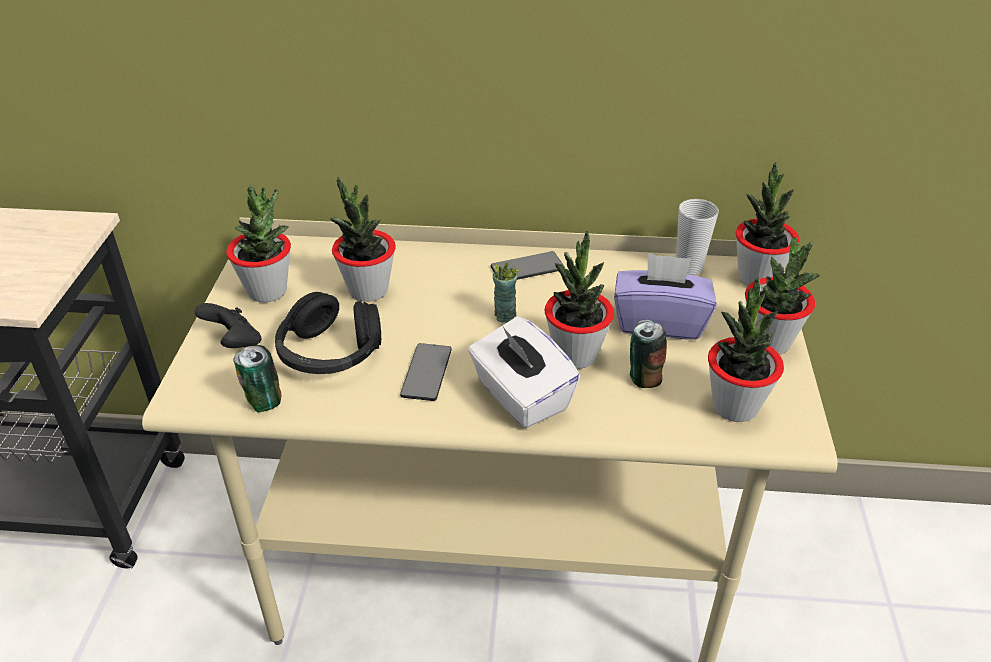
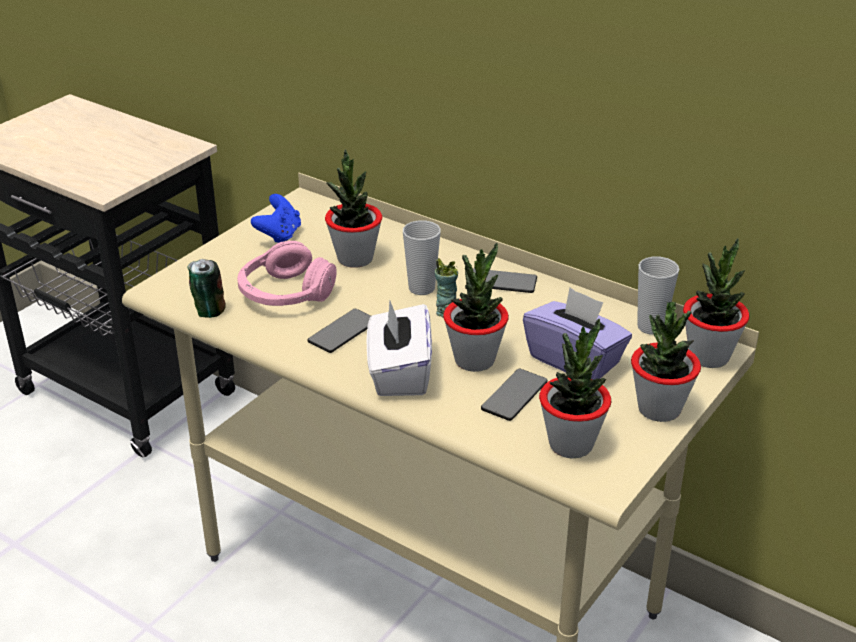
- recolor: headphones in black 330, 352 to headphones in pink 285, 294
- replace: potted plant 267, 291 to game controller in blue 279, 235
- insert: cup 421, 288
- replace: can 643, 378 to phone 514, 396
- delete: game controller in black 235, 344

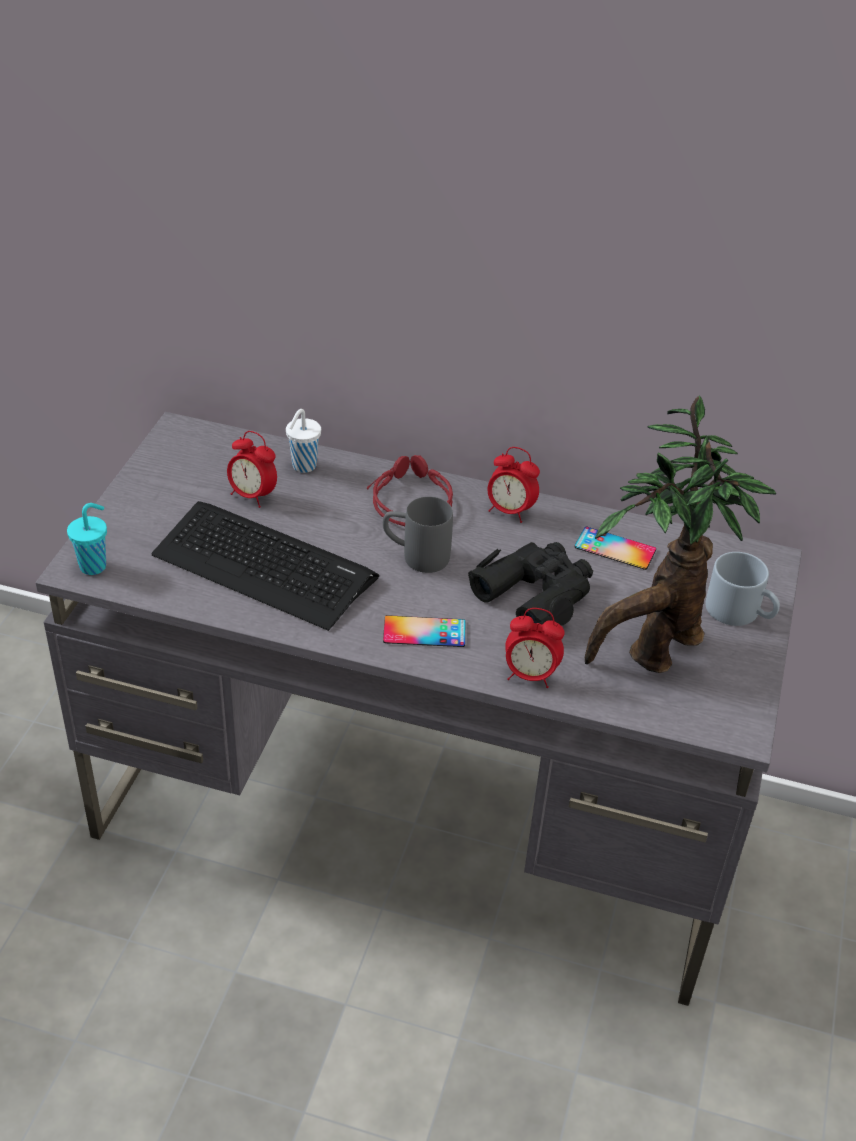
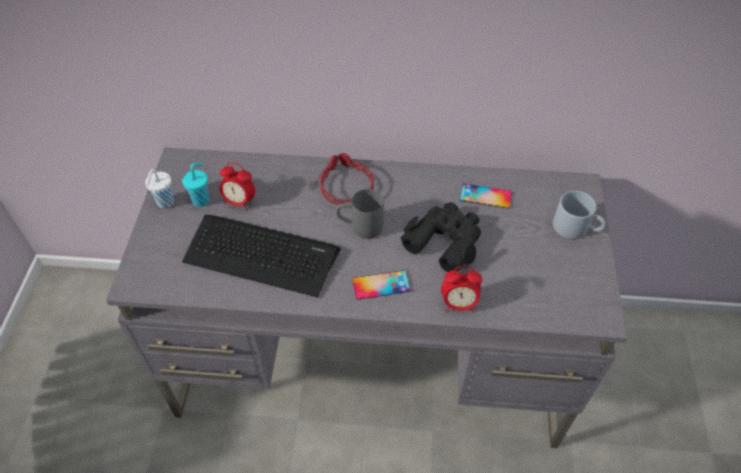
- move: cup in white 303, 466 to 165, 203
- move: cup in turquoise 94, 565 to 202, 200
- delete: alarm clock 509, 511
- delete: potted plant 653, 650

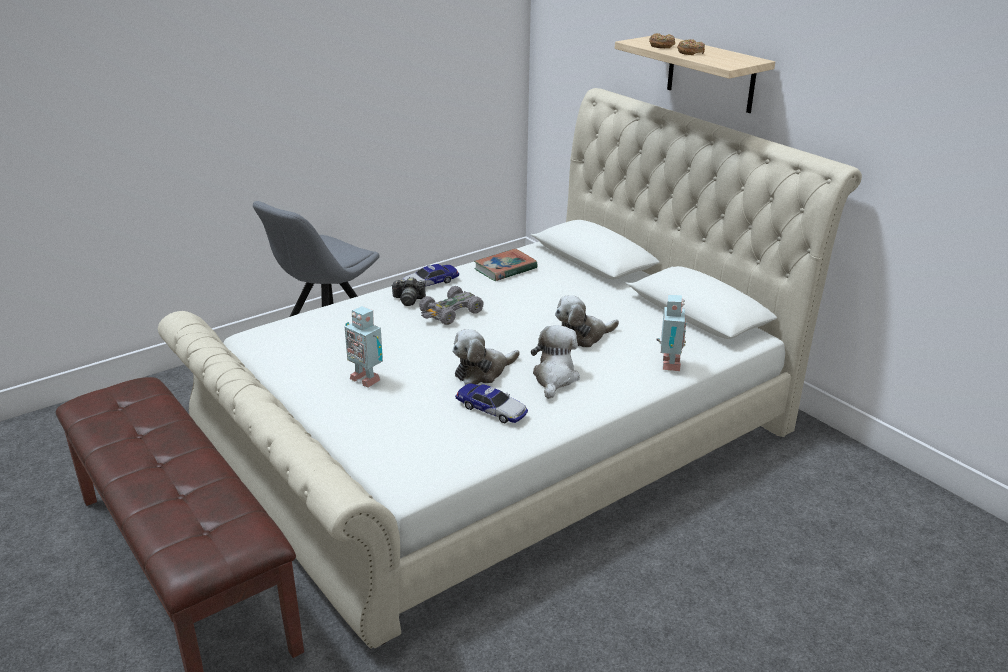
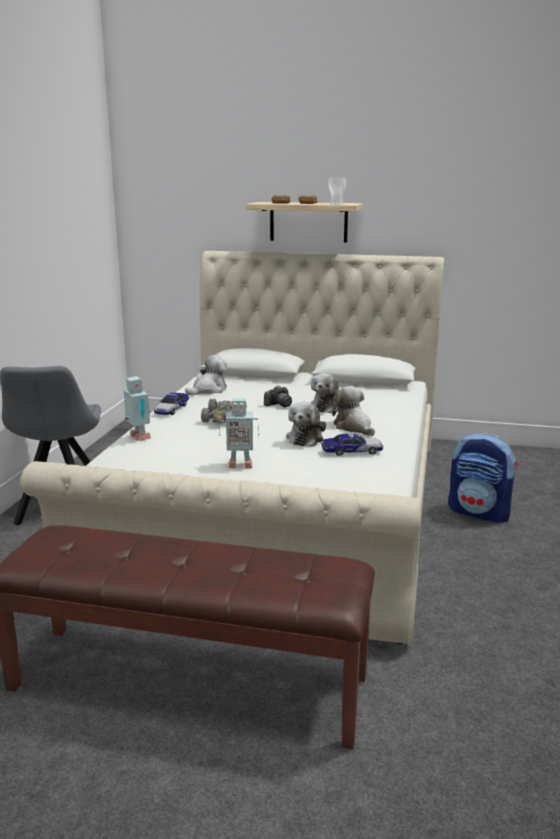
- move: toy robot 668, 365 to 138, 438
- replace: book 505, 269 to plush toy 208, 390
- move: photo camera 408, 300 to 279, 405
- insert: cup 336, 204
- insert: backpack 480, 512

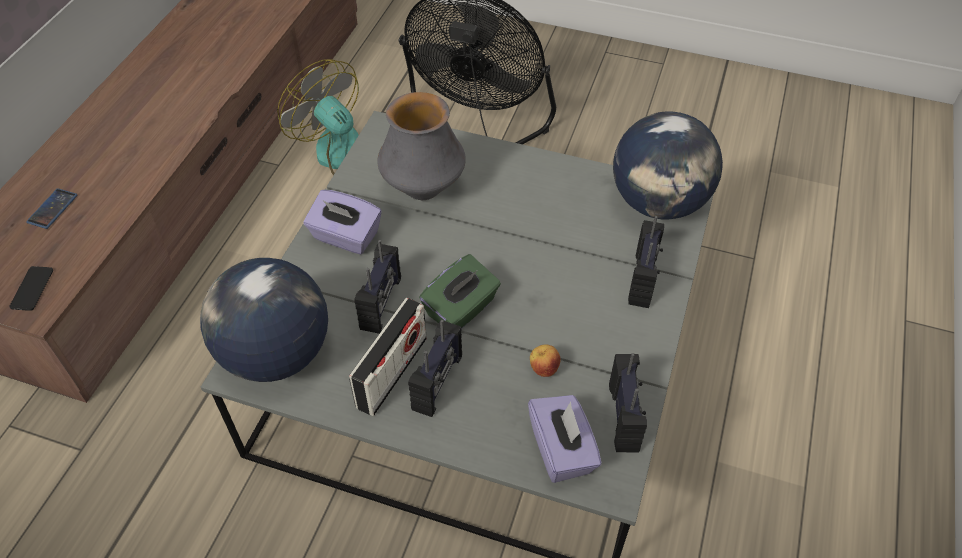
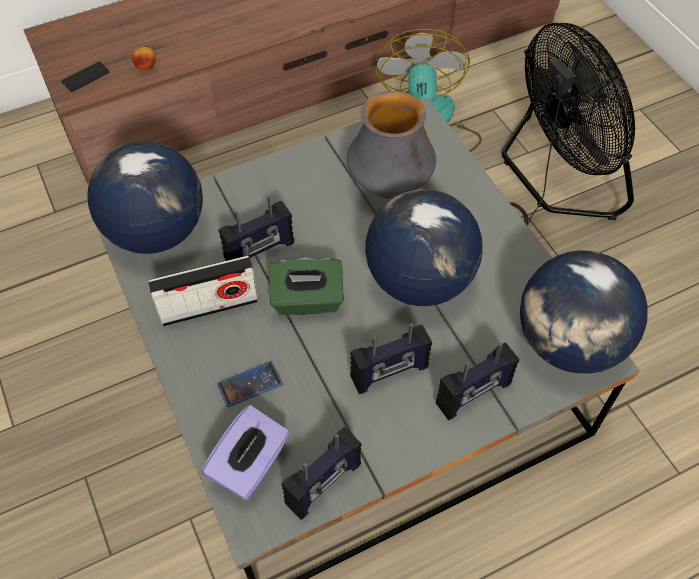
- move: apple 543, 369 to 146, 67
- move: phone 52, 209 to 250, 384
- move: radio 438, 383 to 389, 373
- insert: globe 419, 280
- delete: tissue box in purple 345, 237

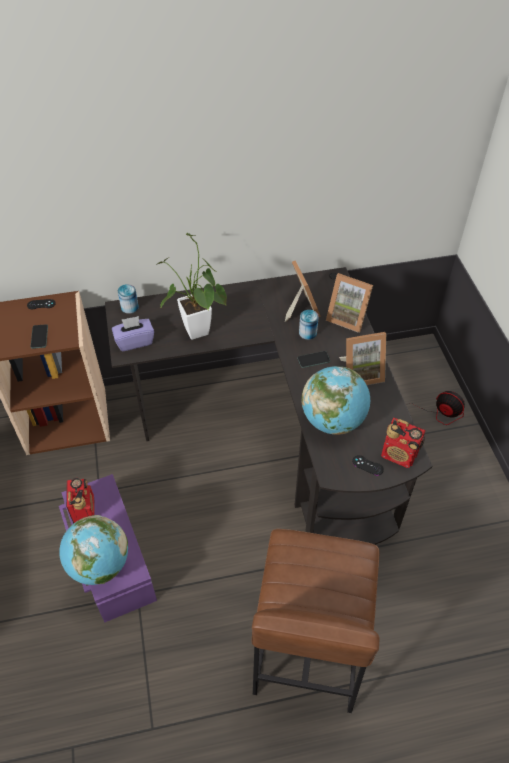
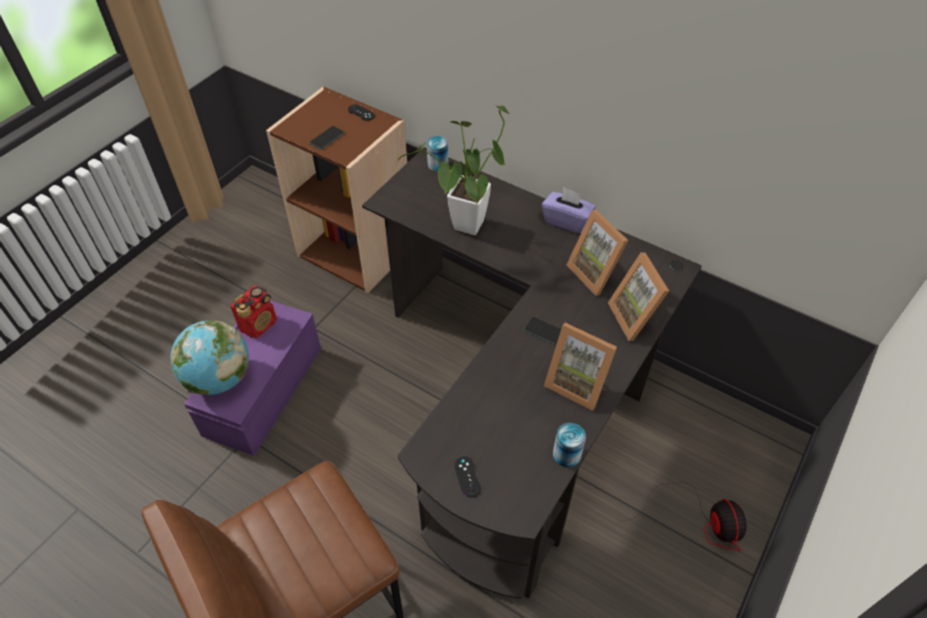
- move: tissue box in purple 134, 341 to 566, 221
- move: can 307, 333 to 567, 454
- rotate: picture frame 300, 308 = 596, 273 120 degrees clockwise
- delete: globe 333, 420
- delete: radio 399, 455

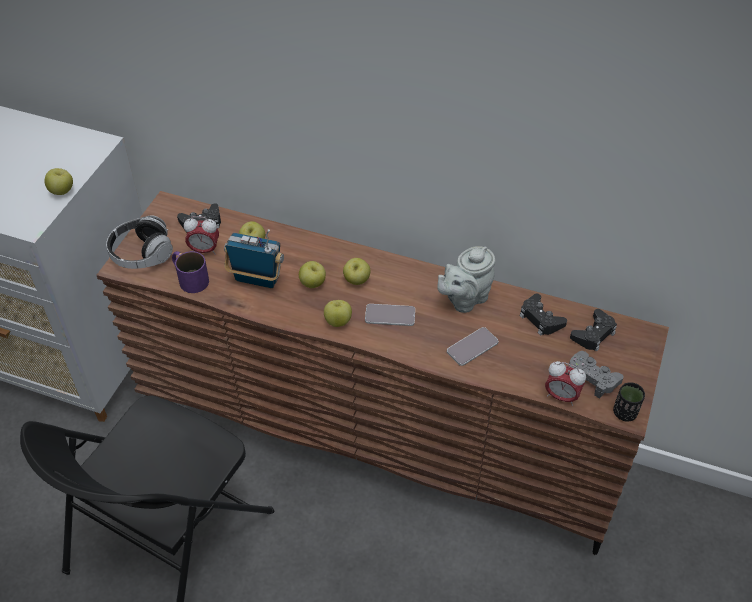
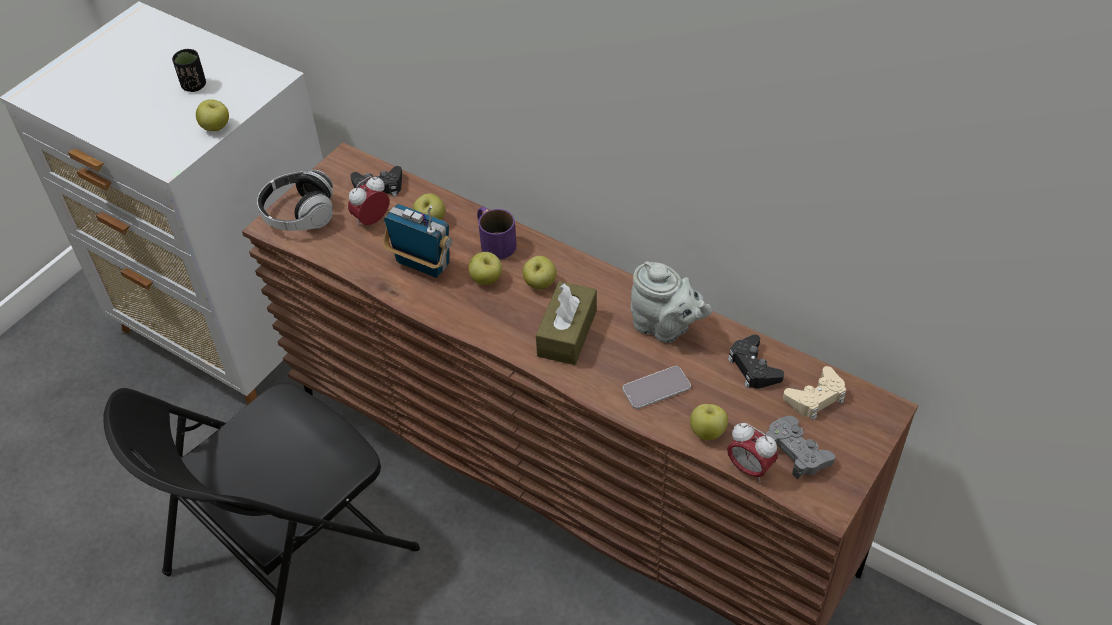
- move: cup in black 625, 413 to 194, 86
- rotate: alarm clock 204, 250 = 372, 220 120 degrees clockwise
- move: mug in purple 189, 278 to 493, 241
- replace: phone 390, 315 to tissue box in brown 567, 333
- rotate: teapot in grey 464, 299 = 665, 327 120 degrees counterclockwise
- move: apple 338, 321 to 707, 432
- recolor: game controller in black 593, 334 to game controller in beige 816, 398

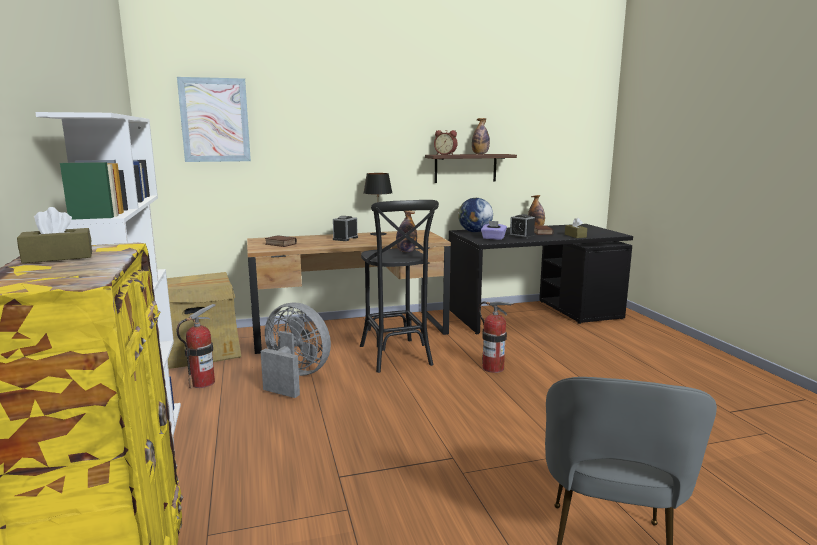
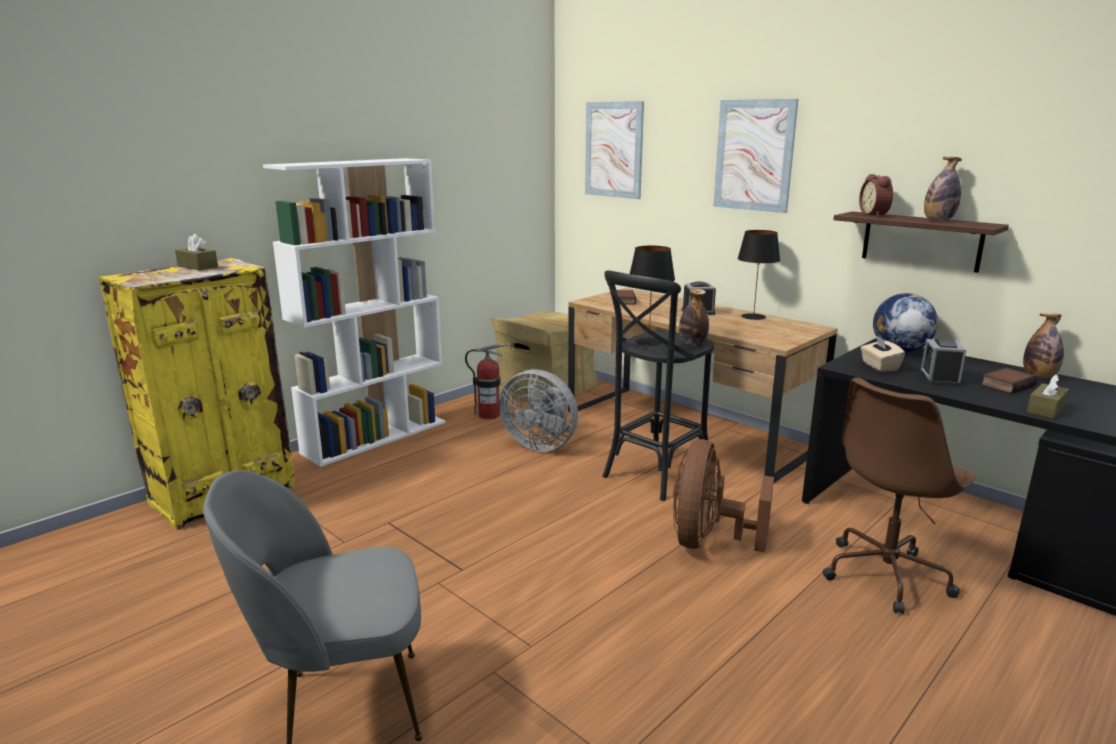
- rotate: fan in grey 294, 378 = 541, 444 120 degrees clockwise
- insert: table lamp in black 649, 342
- replace: fire extinguisher 493, 368 to fan in brown 708, 541
- insert: picture 754, 155
- insert: office chair in brown 883, 577
- recolor: tissue box in purple 493, 238 to tissue box in beige 879, 366

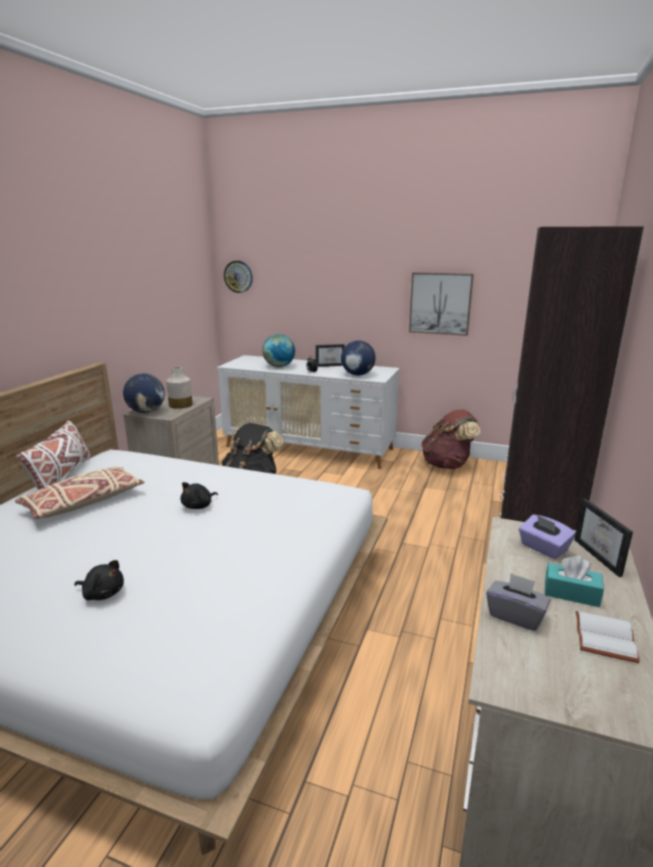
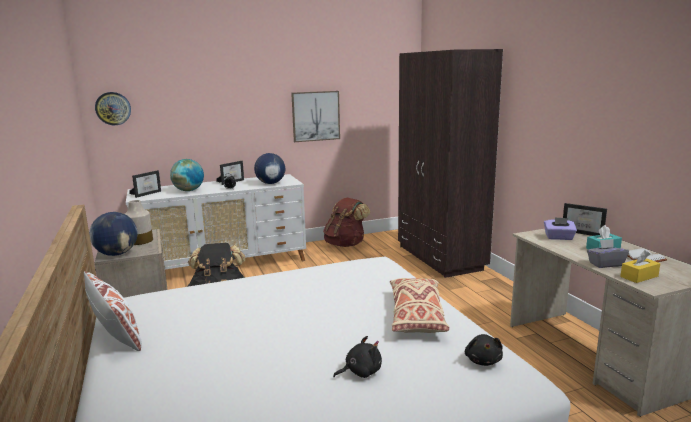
- insert: picture frame 147, 194
- move: pillow in beige 83, 503 to 416, 316
- move: plush toy in black 199, 506 to 483, 360
- insert: tissue box in yellow 639, 276

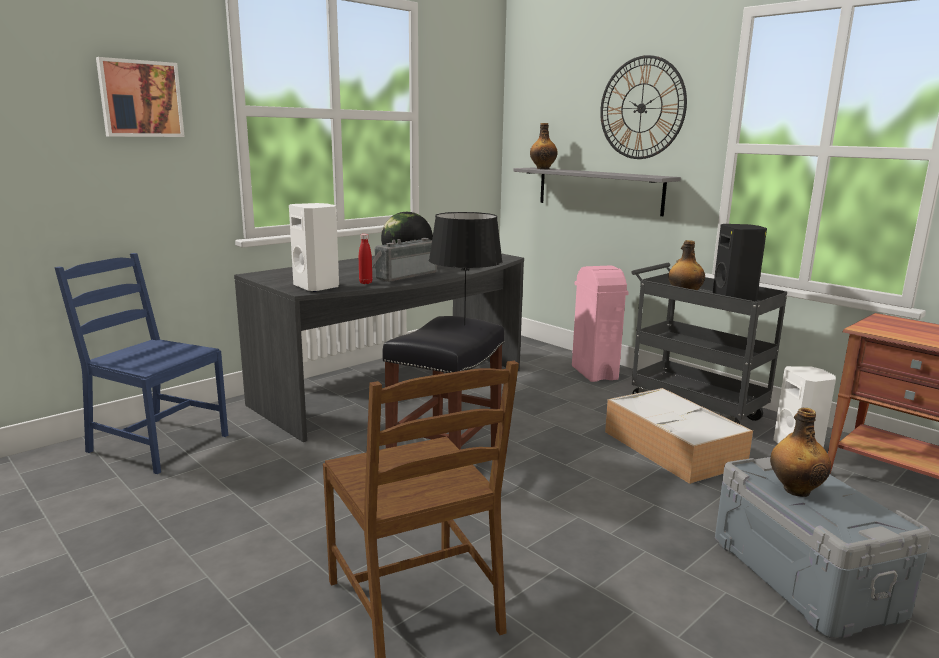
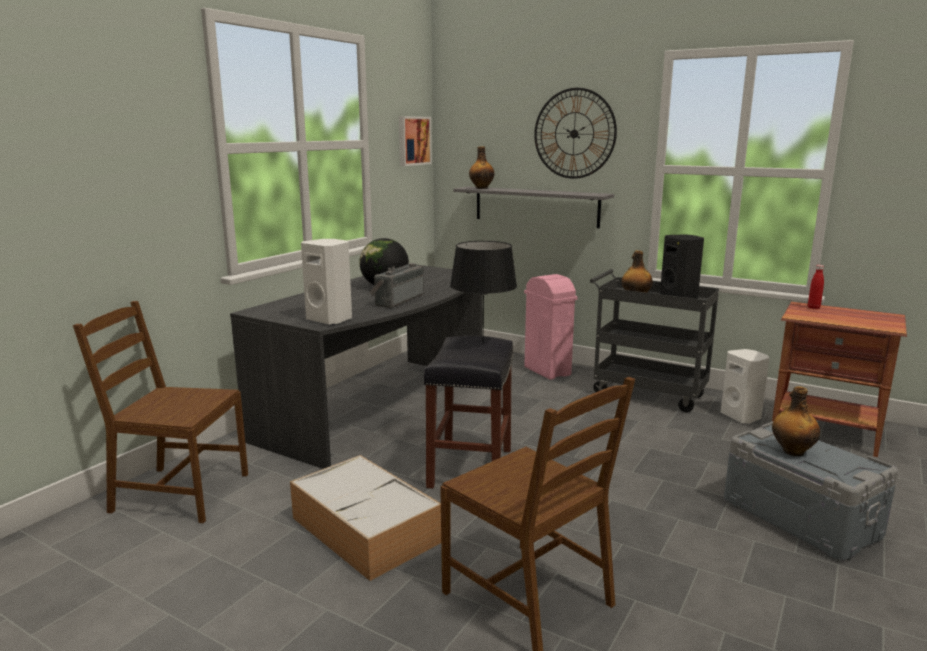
- recolor: chair in blue 156, 444 to chair in brown 179, 493
- move: storage box 674, 449 to 367, 530
- move: picture 140, 99 to 413, 140
- move: bottle in red 365, 283 to 813, 308

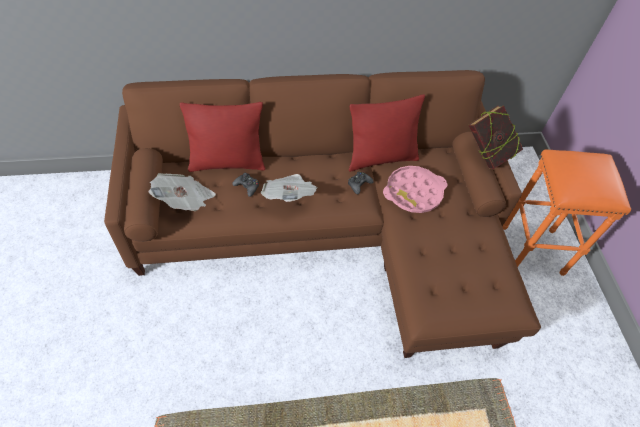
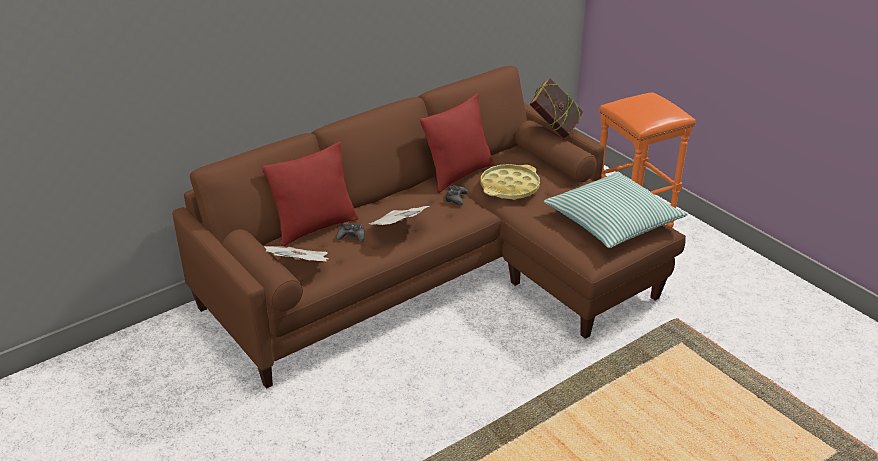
- recolor: tray in pink 413, 193 to tray in yellow 509, 187
- insert: pillow 612, 221

